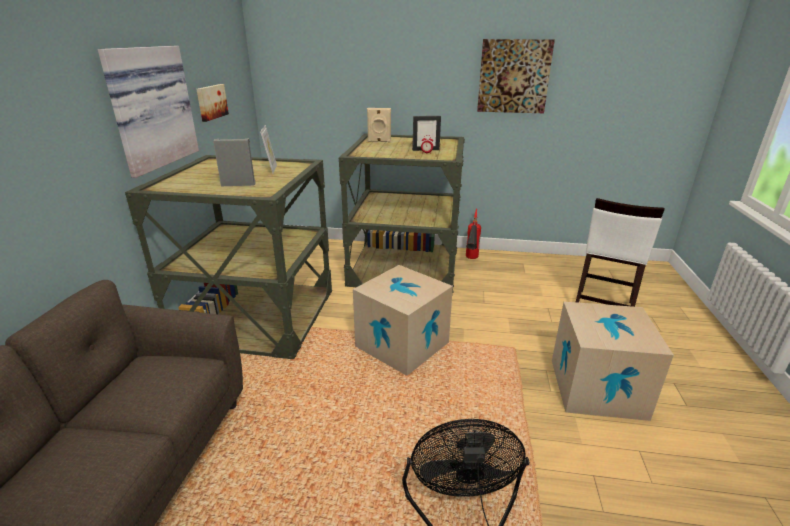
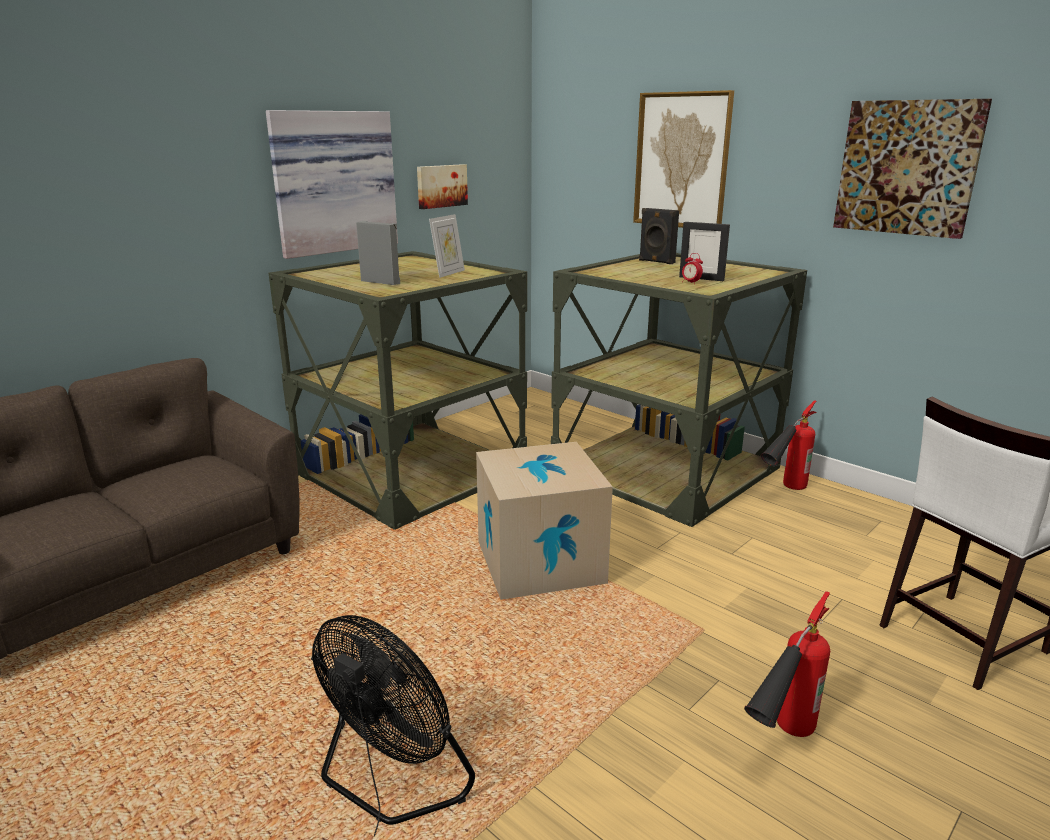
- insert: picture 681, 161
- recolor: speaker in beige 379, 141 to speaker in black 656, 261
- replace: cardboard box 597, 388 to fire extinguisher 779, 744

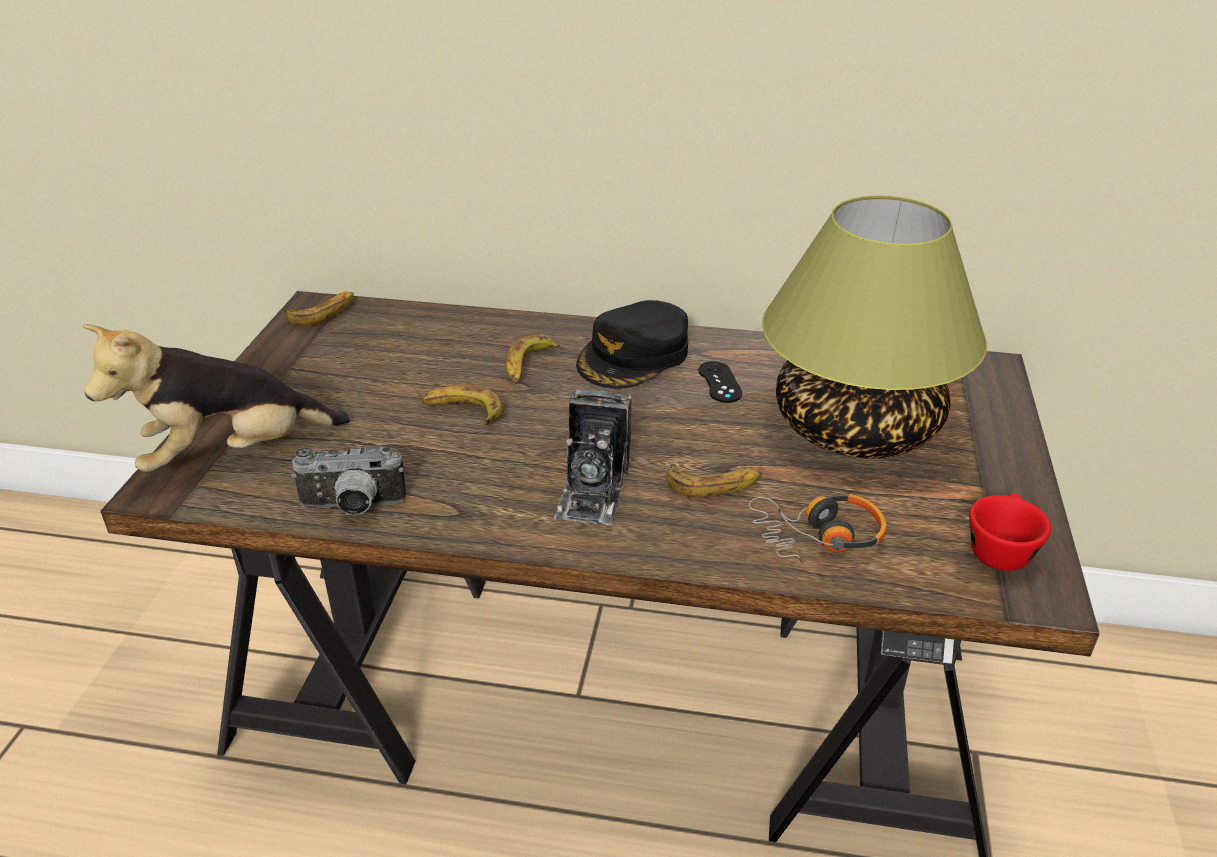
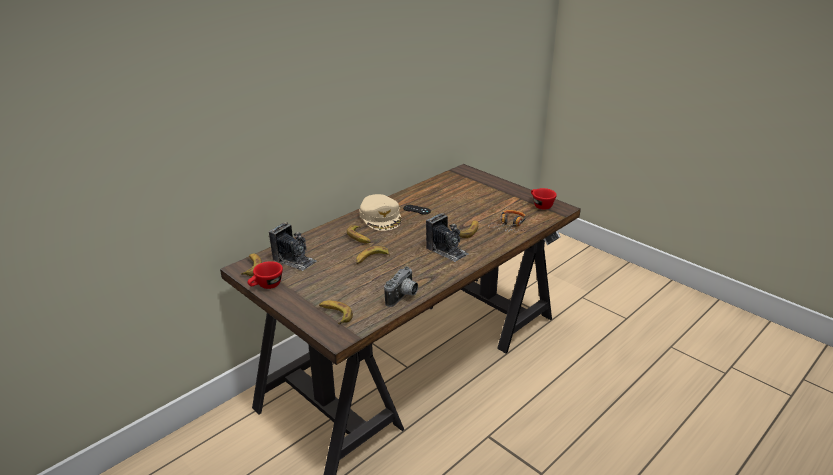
- insert: cup in red 266, 286
- insert: photo camera 294, 260
- replace: plush toy 232, 454 to banana 335, 314
- recolor: cap in black 634, 356 to cap in beige 381, 217
- delete: table lamp 855, 429

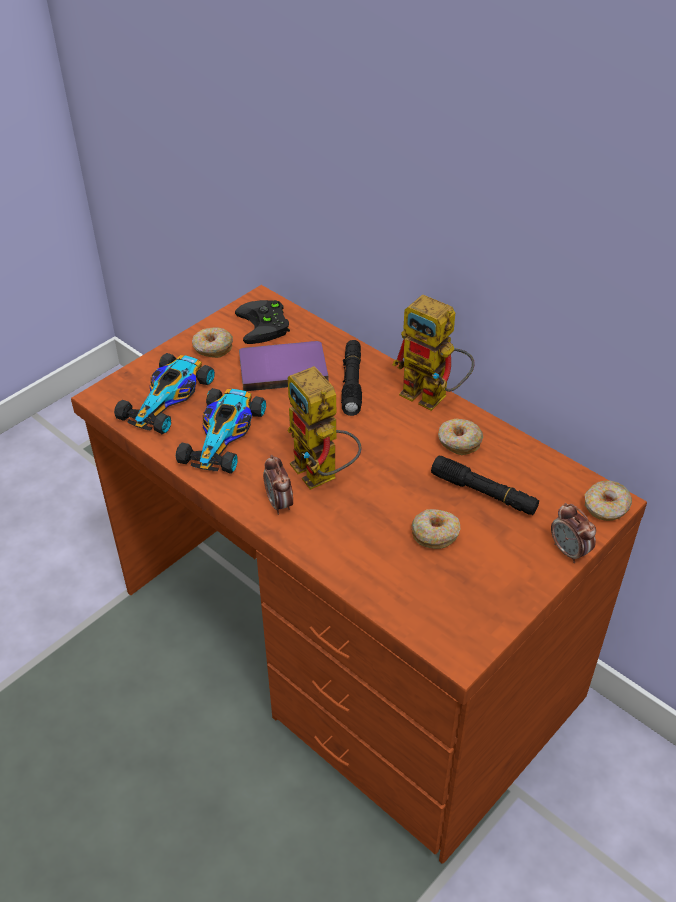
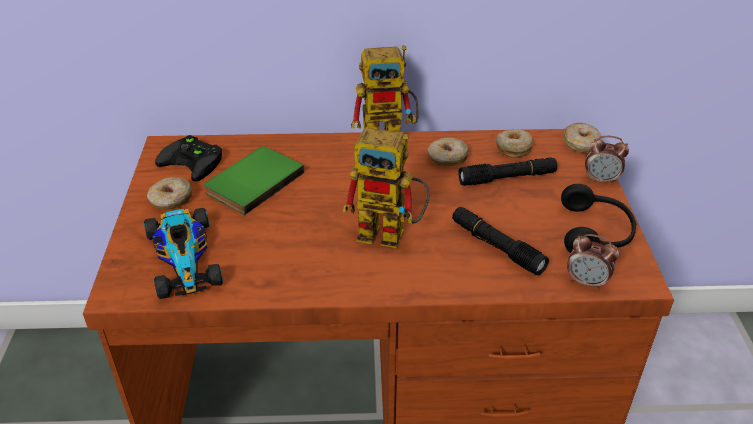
- recolor: book in purple 282, 367 to book in green 252, 181
- move: flashlight in black 352, 383 to 496, 247
- move: donut 435, 534 to 513, 148
- insert: headphones in black 596, 232
- move: alarm clock 279, 504 to 587, 282
- delete: toy car 224, 435

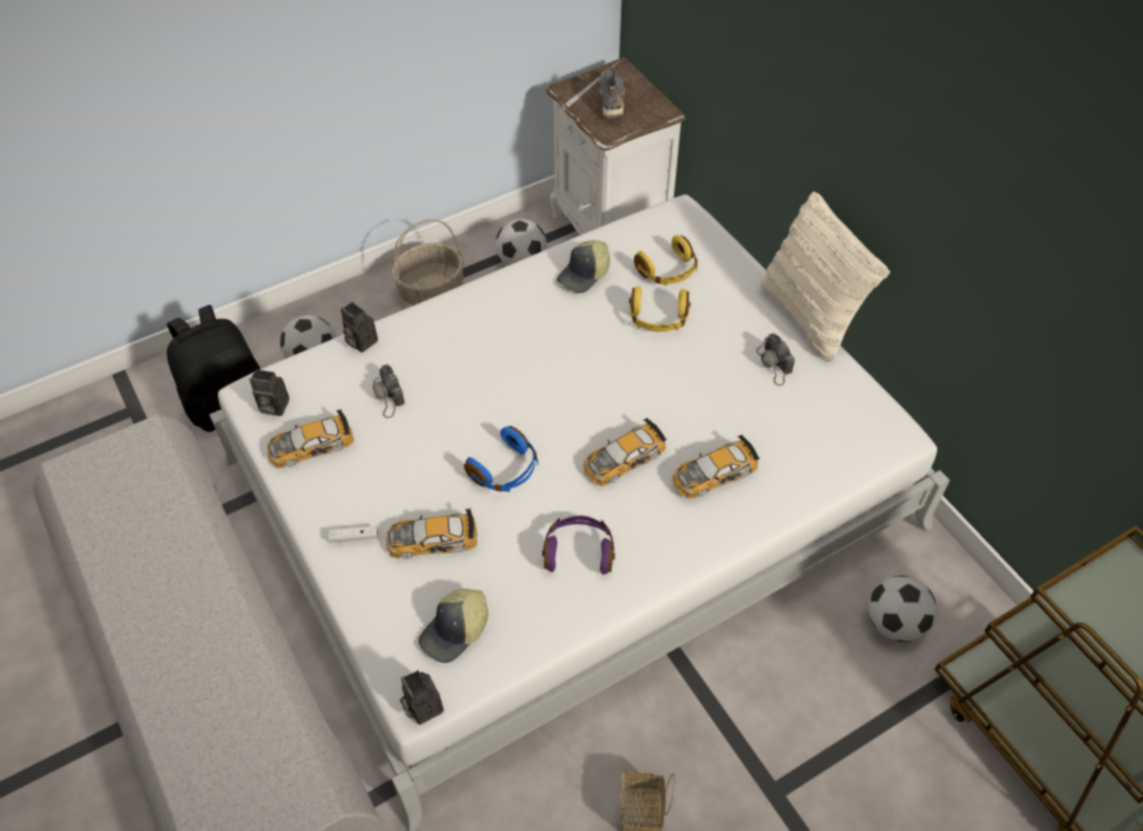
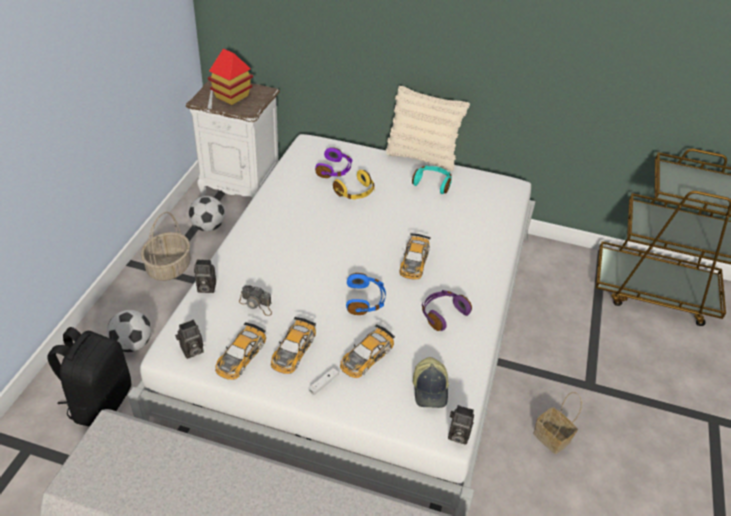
- replace: shoe in grey 612, 100 to toy house 232, 96
- move: toy car 713, 473 to 293, 350
- recolor: headphones in yellow 668, 271 to headphones in purple 334, 170
- replace: photo camera 774, 364 to headphones in turquoise 432, 183
- delete: cap 585, 274
- delete: football 894, 623

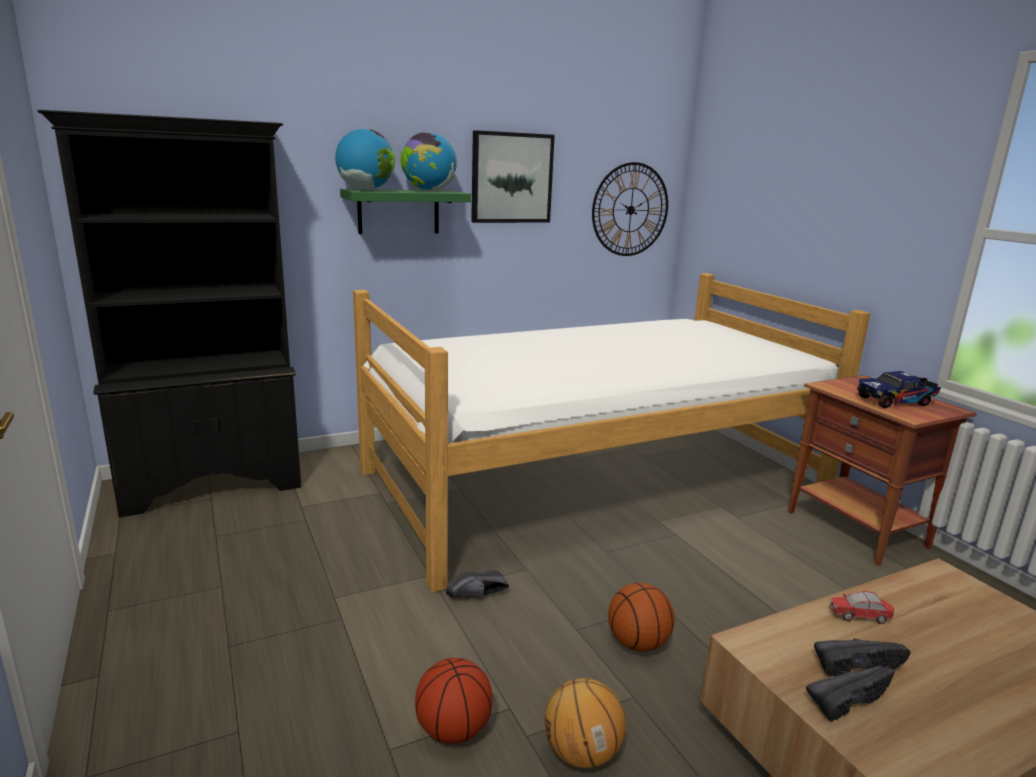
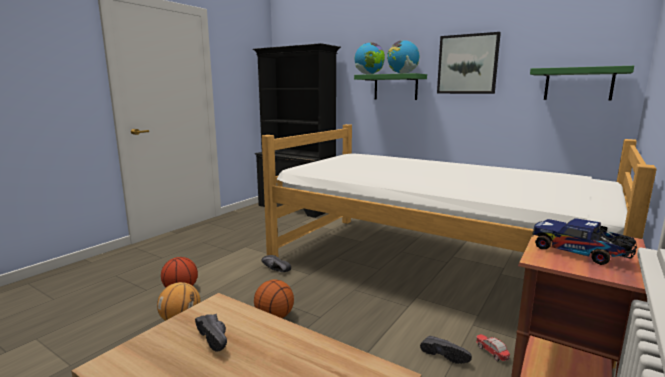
- move: shoe in black 845, 698 to 445, 355
- move: toy car 860, 617 to 491, 353
- replace: wall clock 630, 210 to shelf in green 578, 84

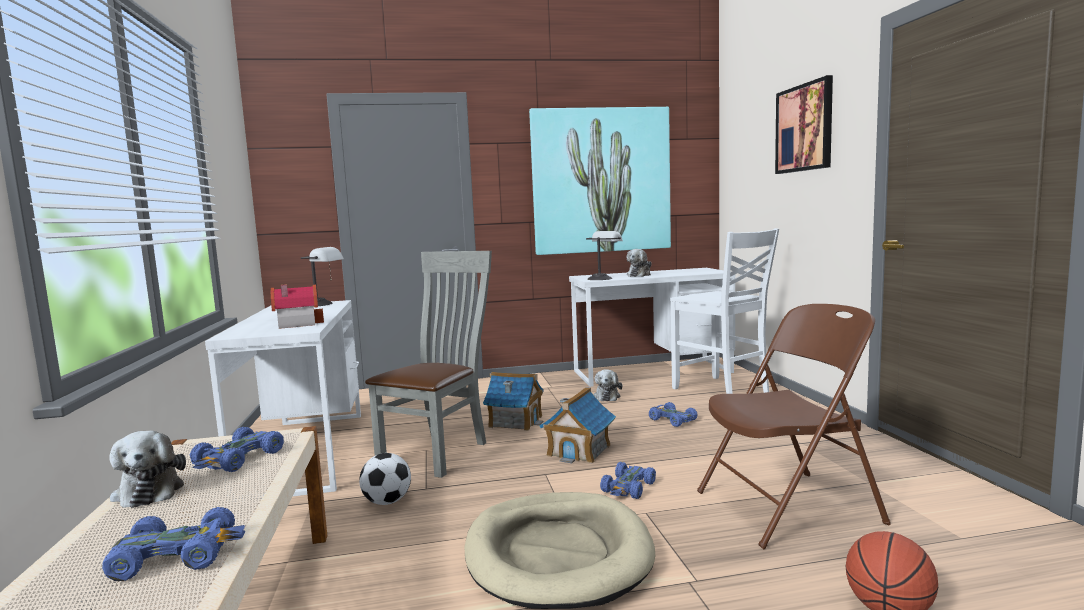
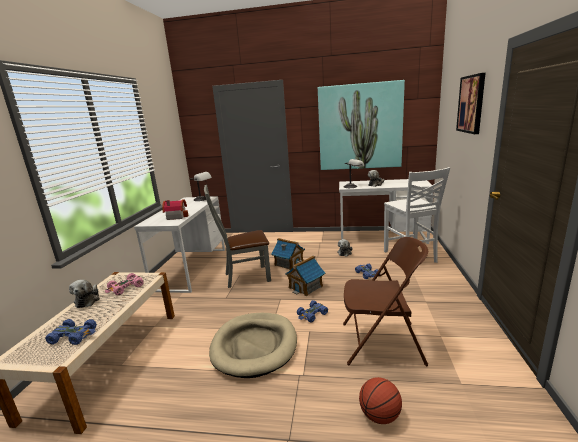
- recolor: toy car in blue 238, 459 to toy car in pink 125, 288
- rotate: chair in grey 439, 451 = 244, 277 150 degrees counterclockwise
- delete: football 387, 502

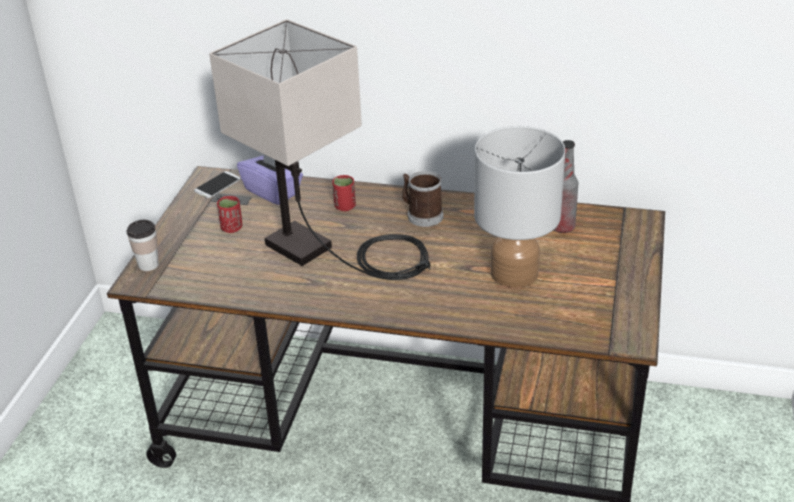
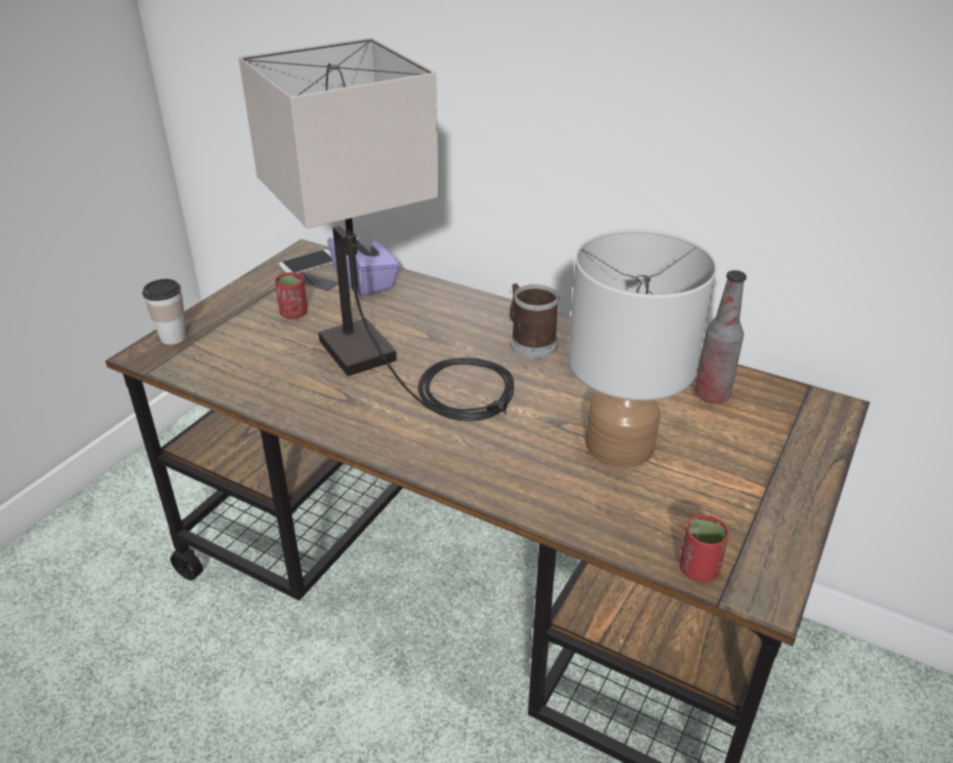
- move: cup in red 345, 206 to 698, 570

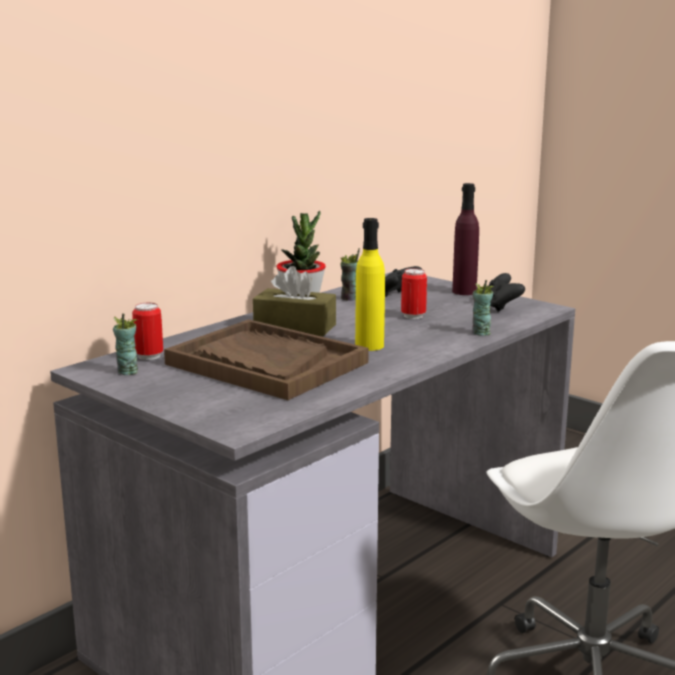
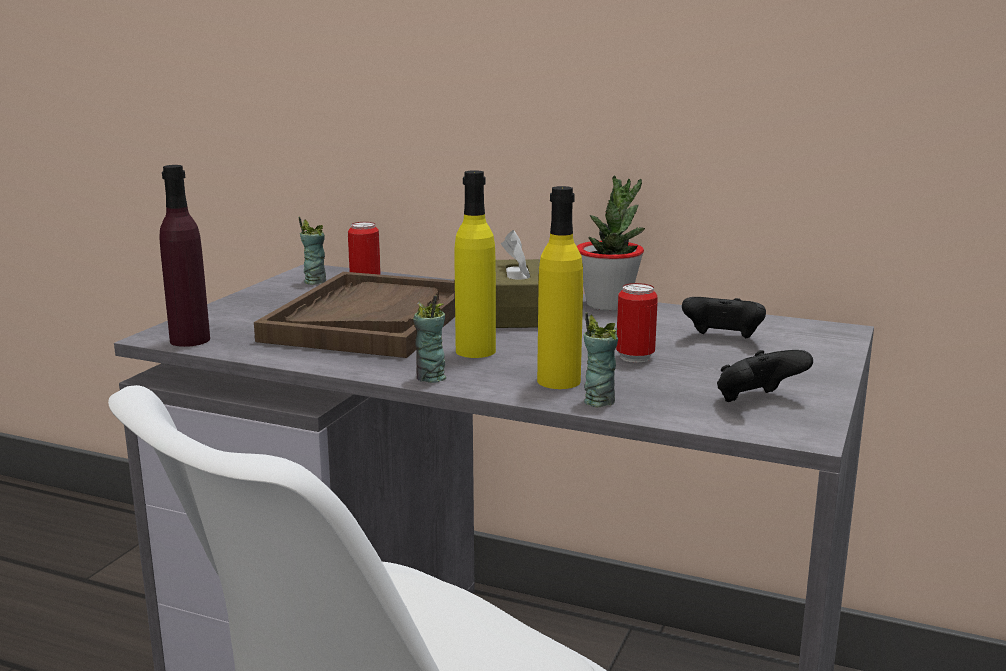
- move: bottle in purple 464, 291 to 190, 340
- move: cup 349, 298 to 430, 378
- insert: bottle in yellow 559, 381

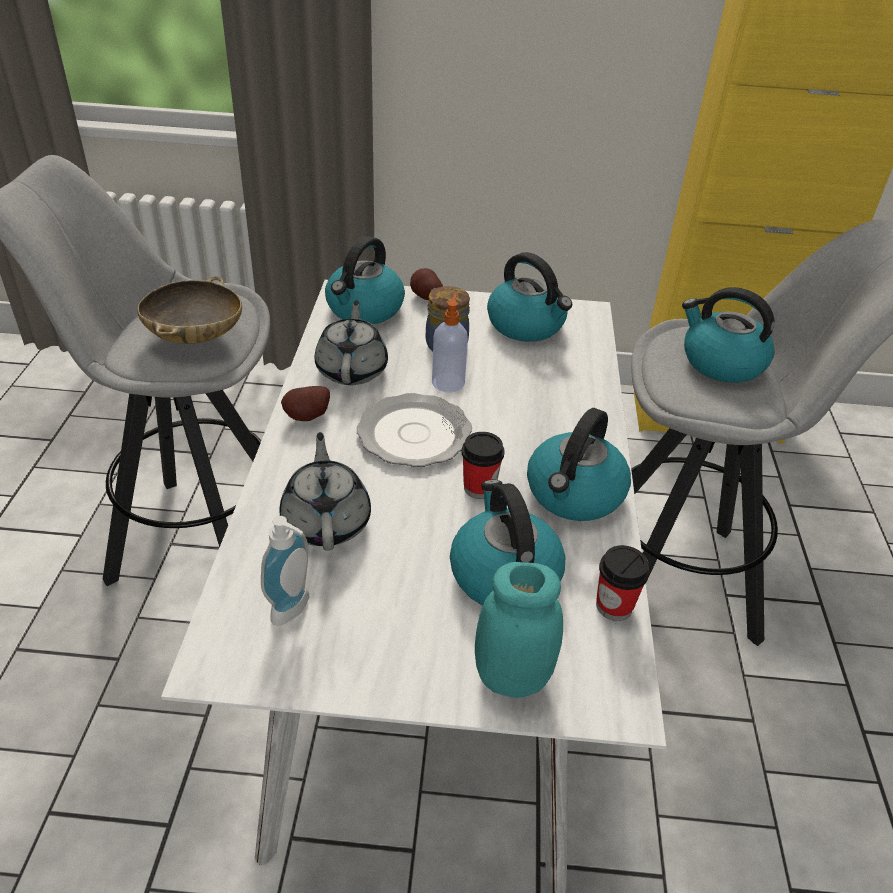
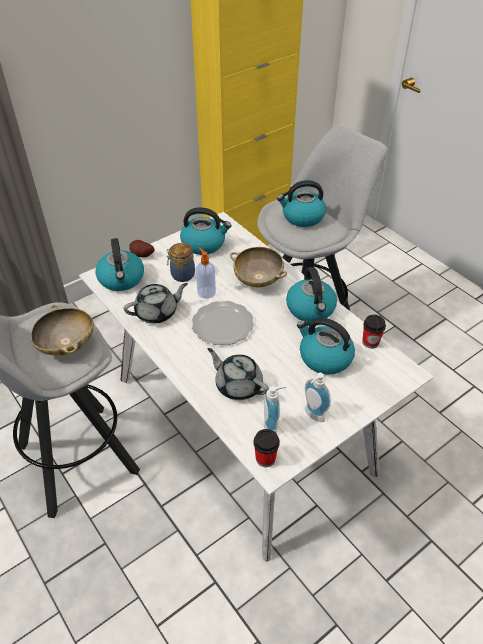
- rotate: teapot in grey 352, 369 = 157, 313 105 degrees clockwise
- insert: bowl in beige 258, 279
- move: cup 479, 488 to 265, 458
- insert: soap dispenser 312, 416
- delete: potato 309, 418
- delete: jar in turquoise 512, 678

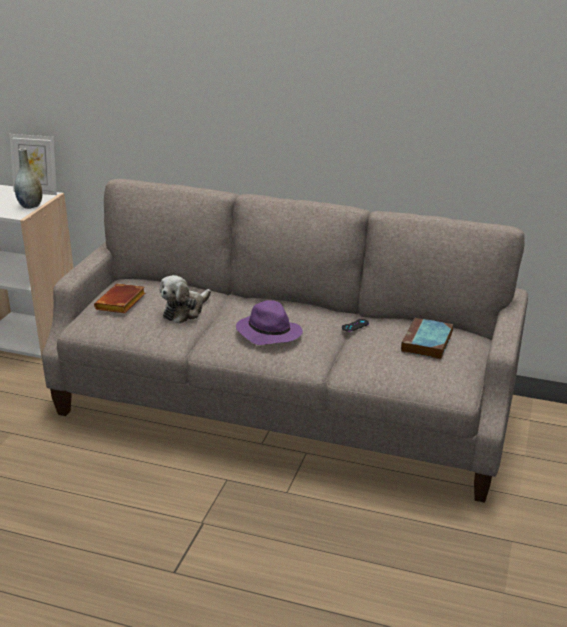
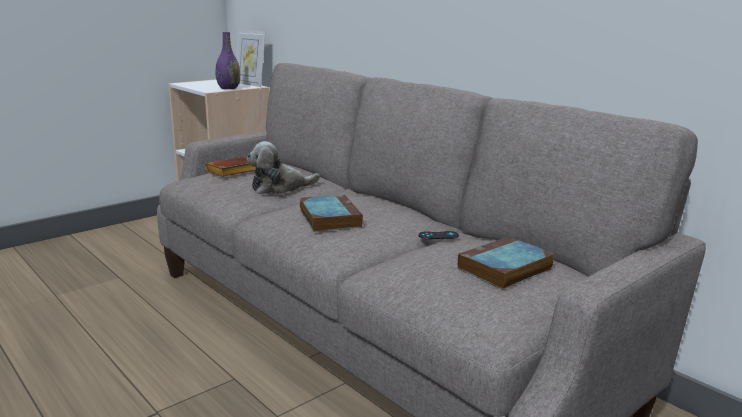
- recolor: vase in grey 30, 206 to vase in purple 228, 88
- replace: hat in purple 268, 333 to book 329, 218

